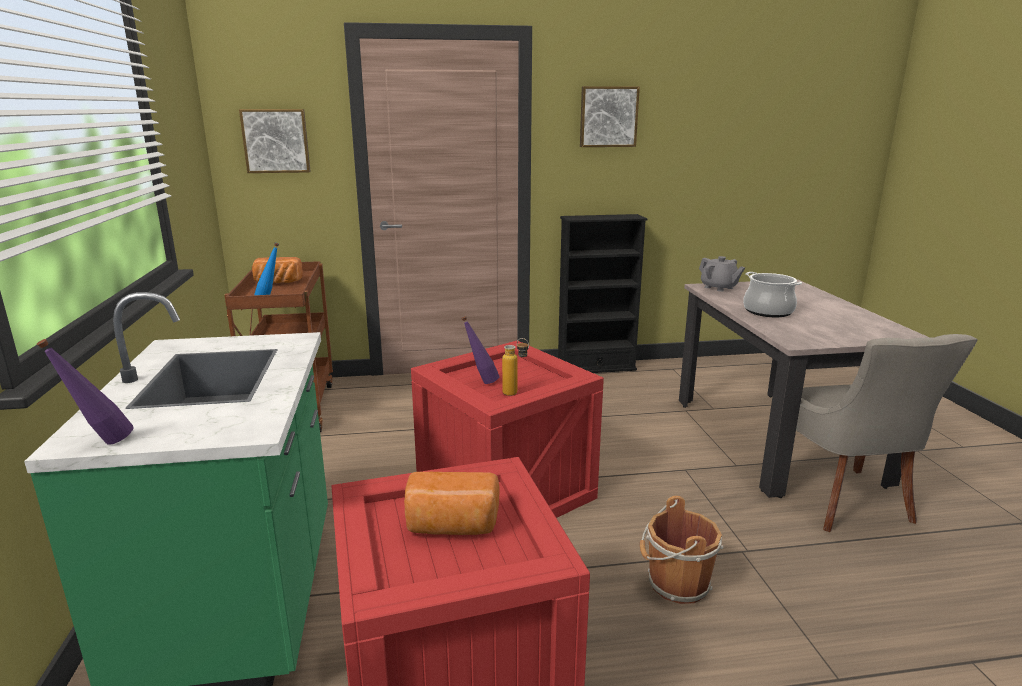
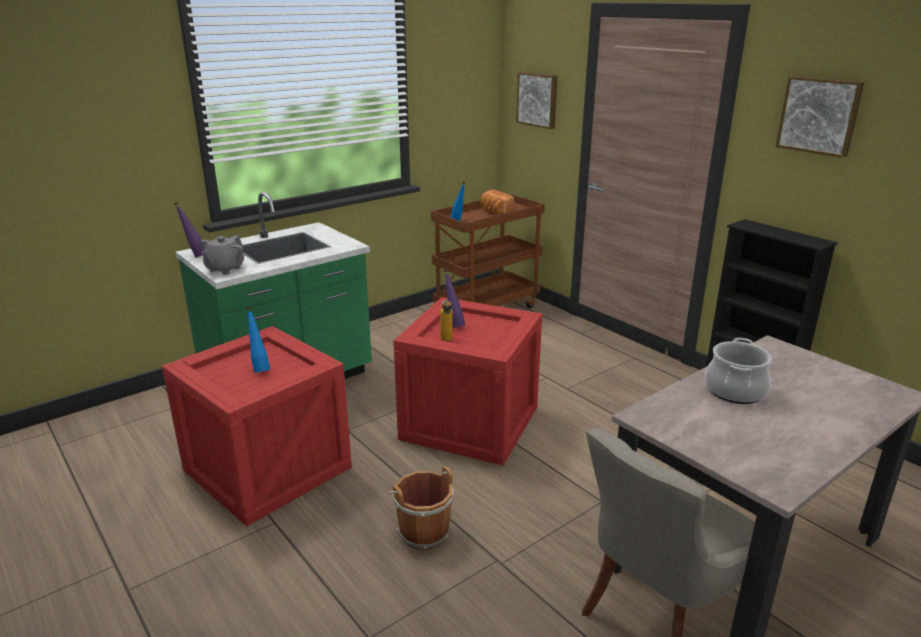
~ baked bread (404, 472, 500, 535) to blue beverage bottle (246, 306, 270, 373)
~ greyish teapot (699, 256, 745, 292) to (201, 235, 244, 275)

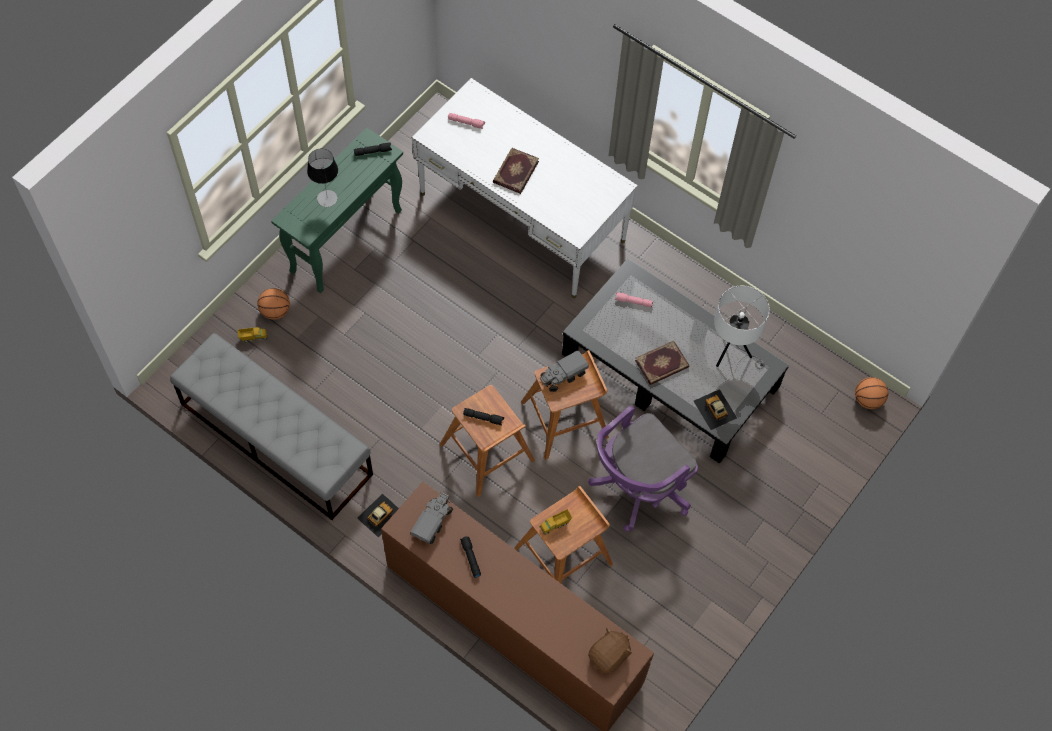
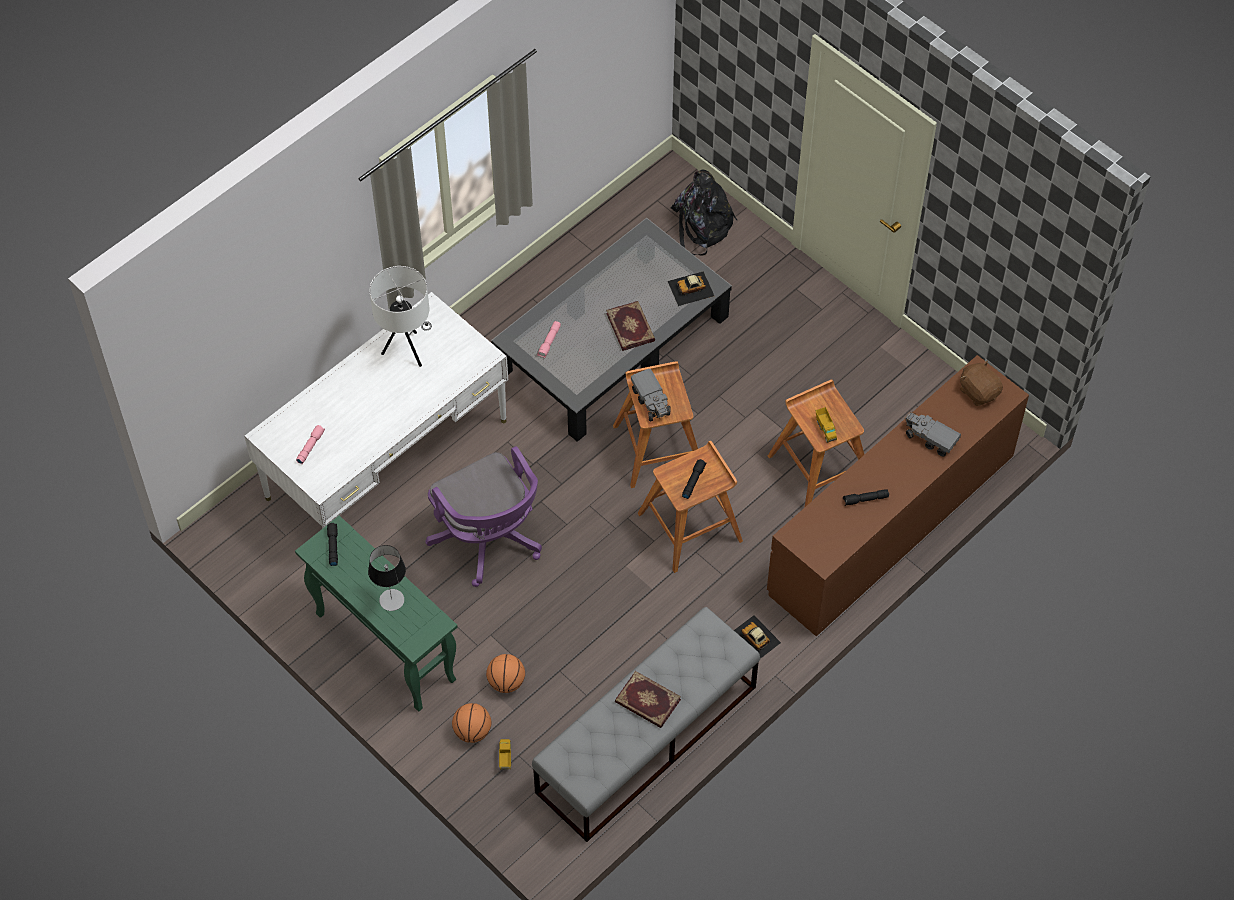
~ model truck (410, 491, 453, 544) to (905, 411, 961, 457)
~ book (493, 148, 539, 194) to (615, 671, 681, 728)
~ purple-coloured office chair (588, 406, 698, 532) to (426, 446, 542, 587)
~ whitish lamp for a table (714, 286, 770, 369) to (369, 266, 432, 367)
~ ball for basketball (855, 377, 888, 409) to (486, 654, 525, 693)
+ black-coloured backpack (671, 169, 738, 255)

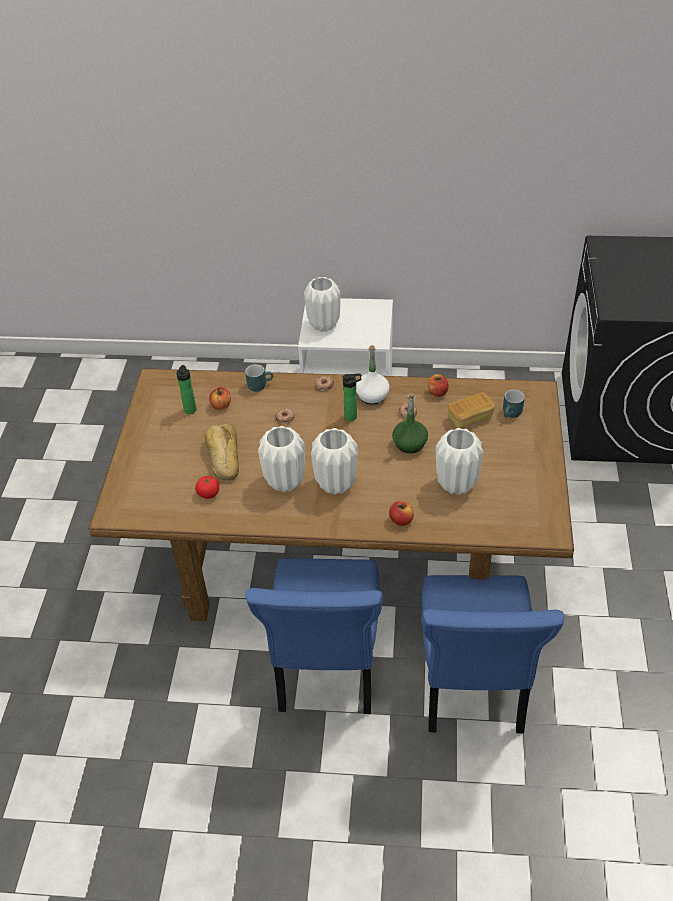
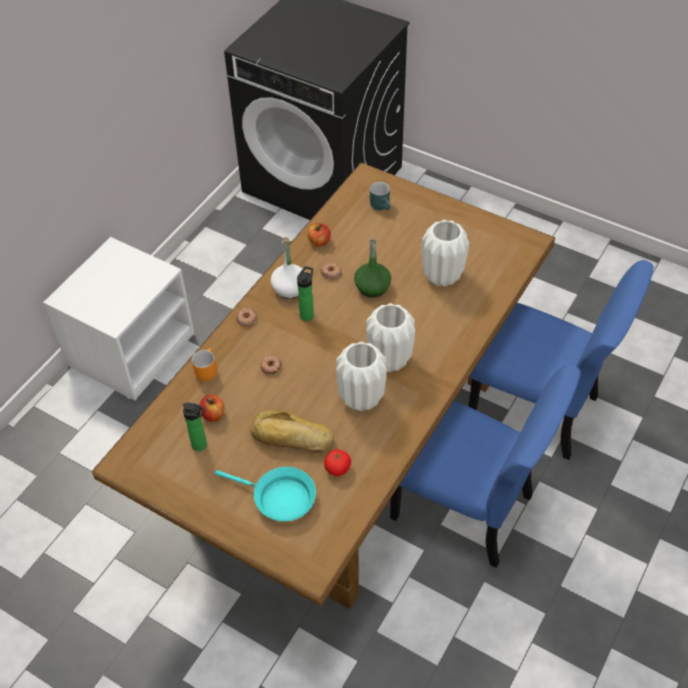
~ turquoise mug (245, 364, 273, 392) to orange mug (192, 348, 217, 382)
- whitish flower vase (304, 277, 341, 332)
- whole apple (389, 501, 414, 526)
- baked bread (448, 392, 495, 428)
+ turquoise pan (215, 467, 316, 521)

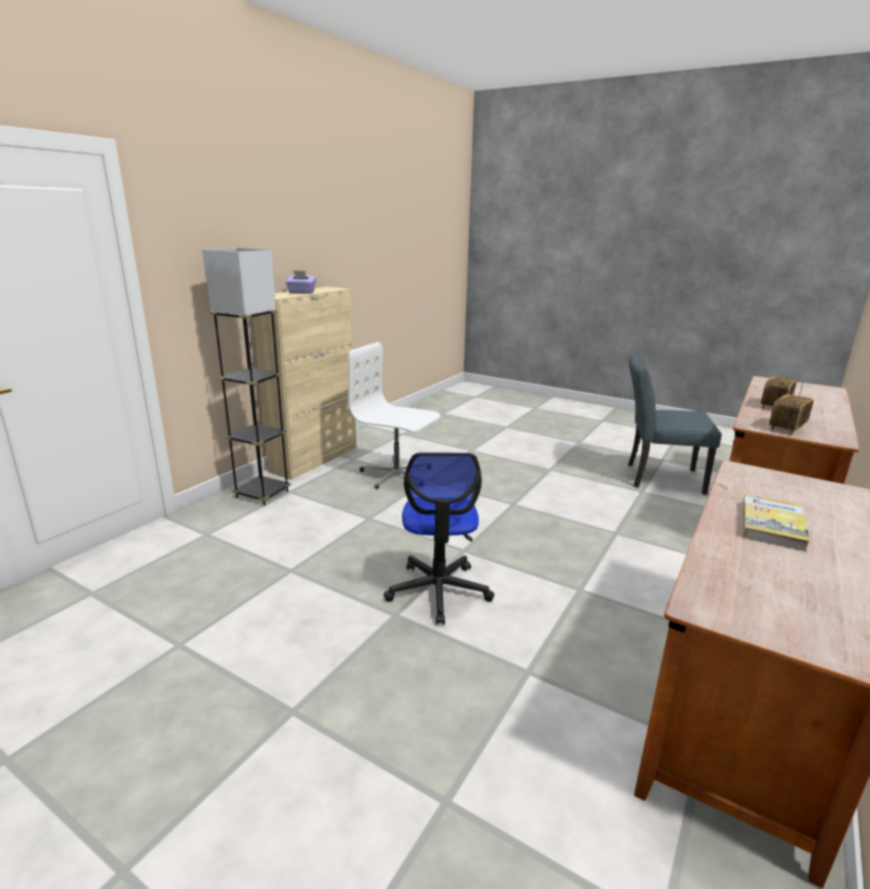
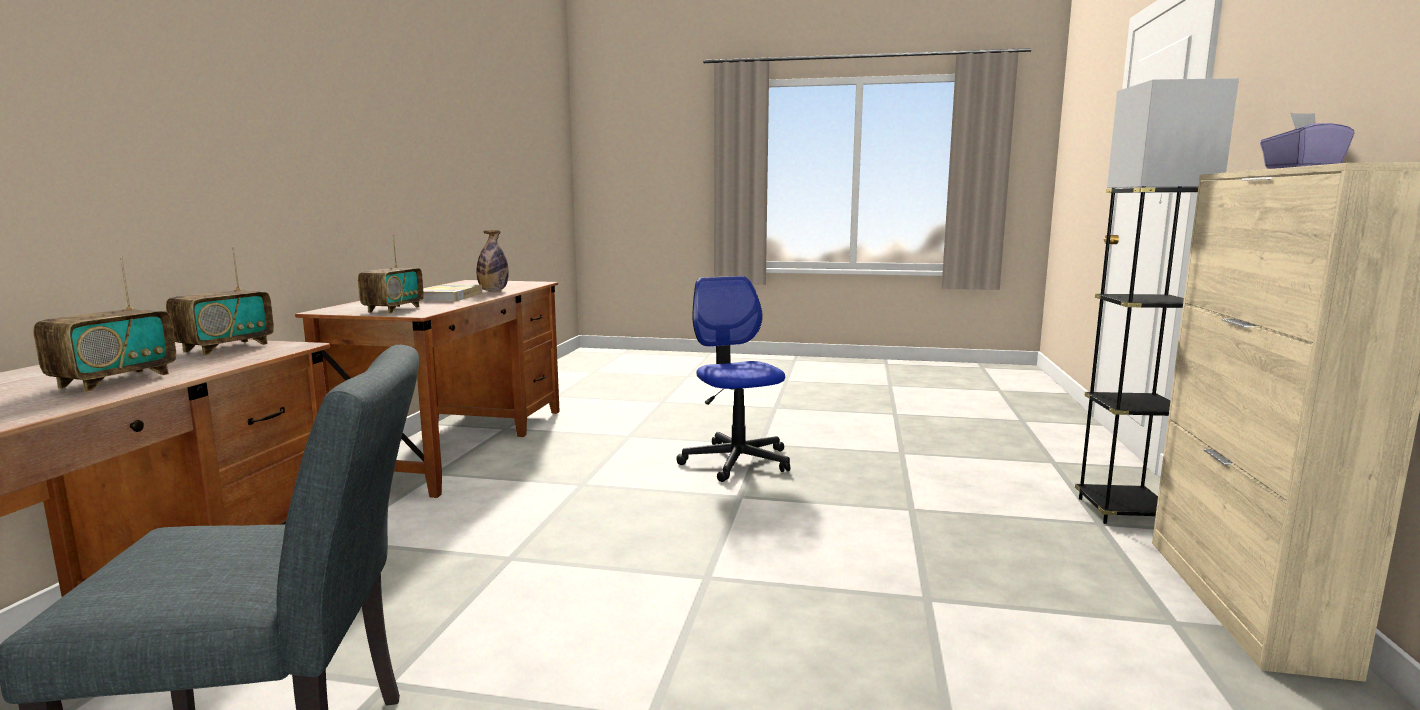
- whitish office chair (348, 342, 440, 489)
+ radio (358, 235, 424, 314)
+ beverage bottle (477, 230, 509, 291)

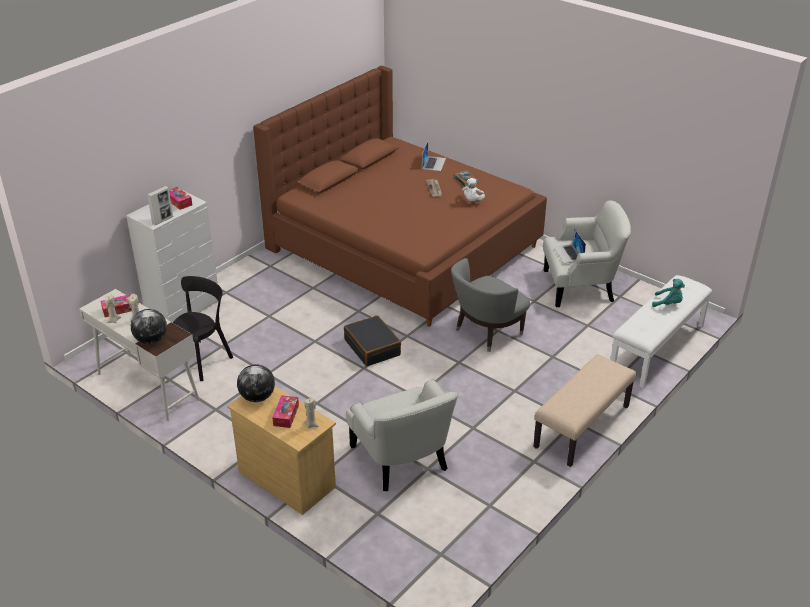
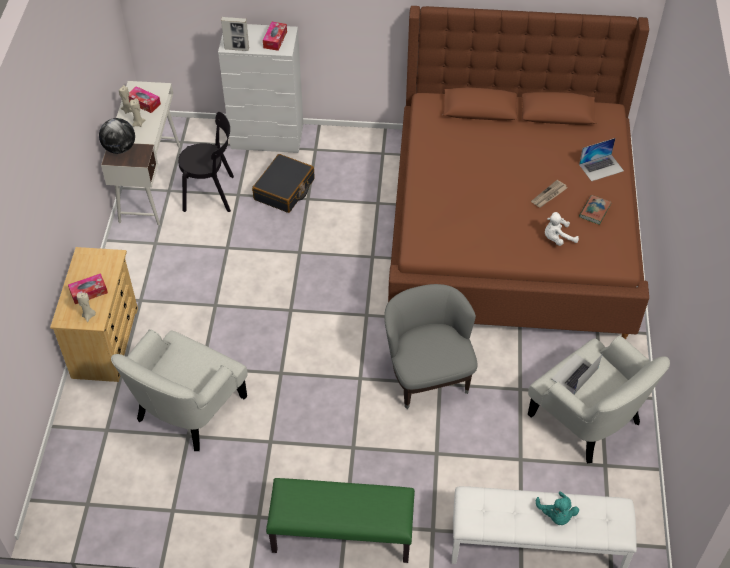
- globe (237, 364, 275, 402)
~ black-coloured suitcase (344, 315, 401, 366) to (252, 154, 314, 213)
~ greyish easy chair (451, 258, 530, 352) = (384, 284, 478, 409) 60 degrees clockwise
~ beige long seat (533, 354, 637, 467) to greenish long seat (266, 478, 415, 563)

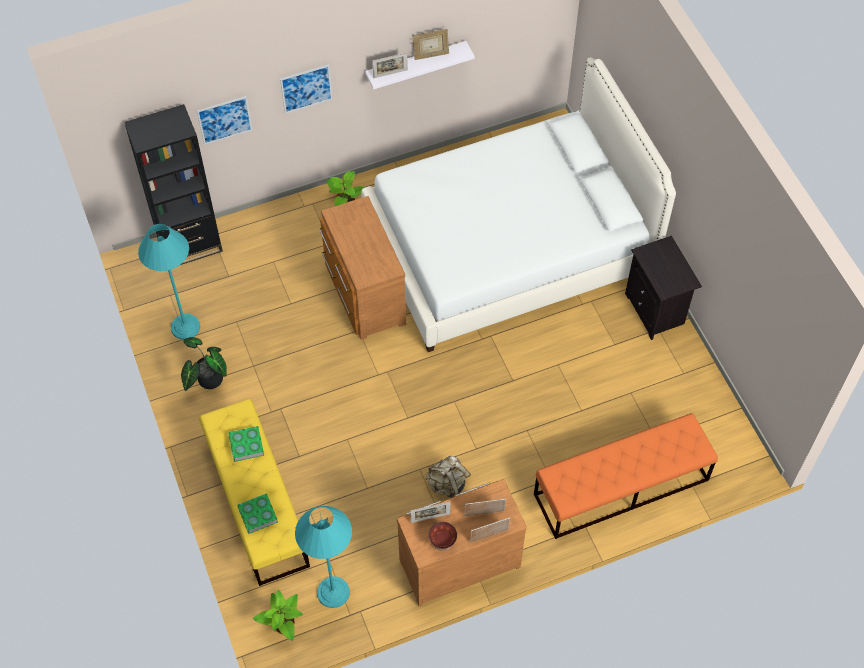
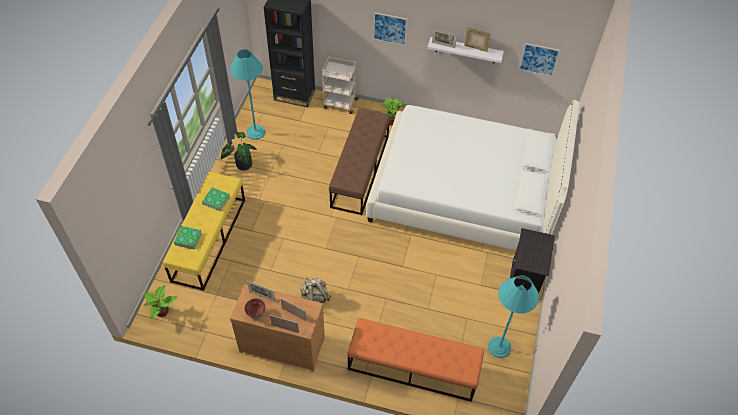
~ wall art (197, 96, 252, 145) to (519, 43, 560, 77)
~ turquoise floor lamp (295, 506, 352, 608) to (488, 275, 539, 358)
~ brown dresser (319, 196, 406, 340) to brown long seat (329, 108, 391, 215)
+ beige cart (322, 56, 359, 114)

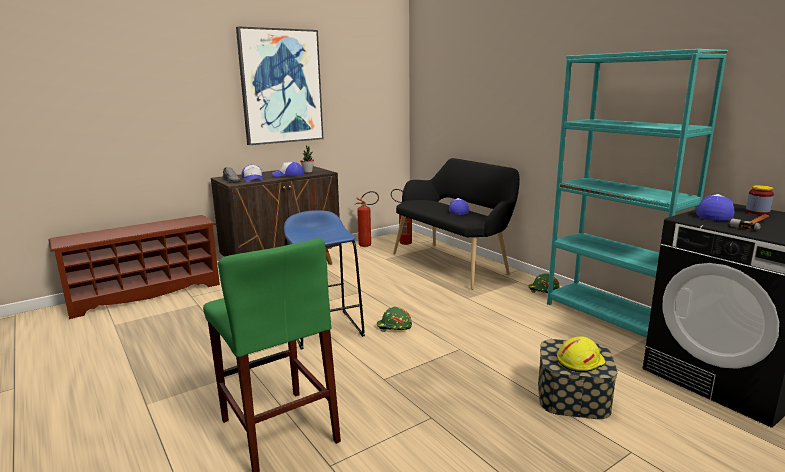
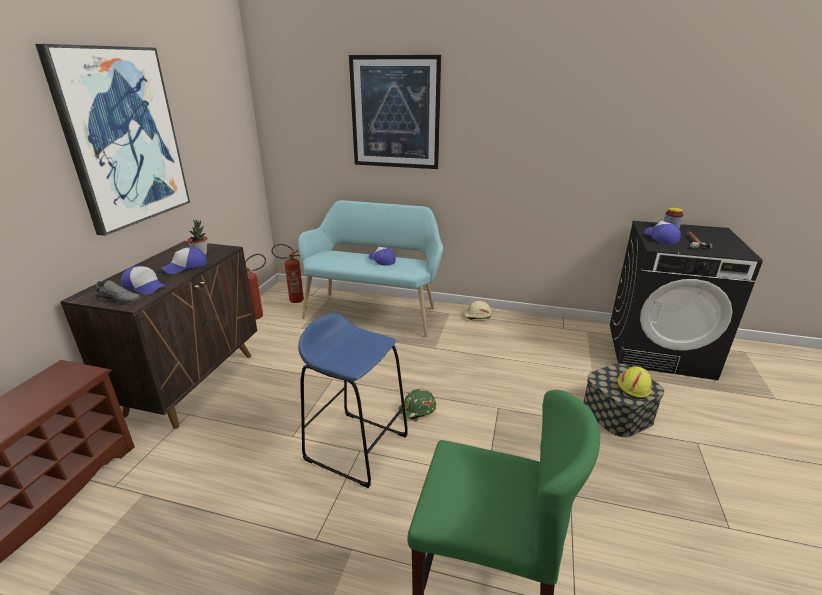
~ black-coloured long seat (393, 158, 520, 290) to turquoise long seat (299, 200, 443, 337)
~ greenish work helmet (528, 273, 560, 293) to beige work helmet (463, 301, 492, 321)
- turquoise shelving unit (547, 49, 728, 338)
+ wall art (349, 55, 441, 169)

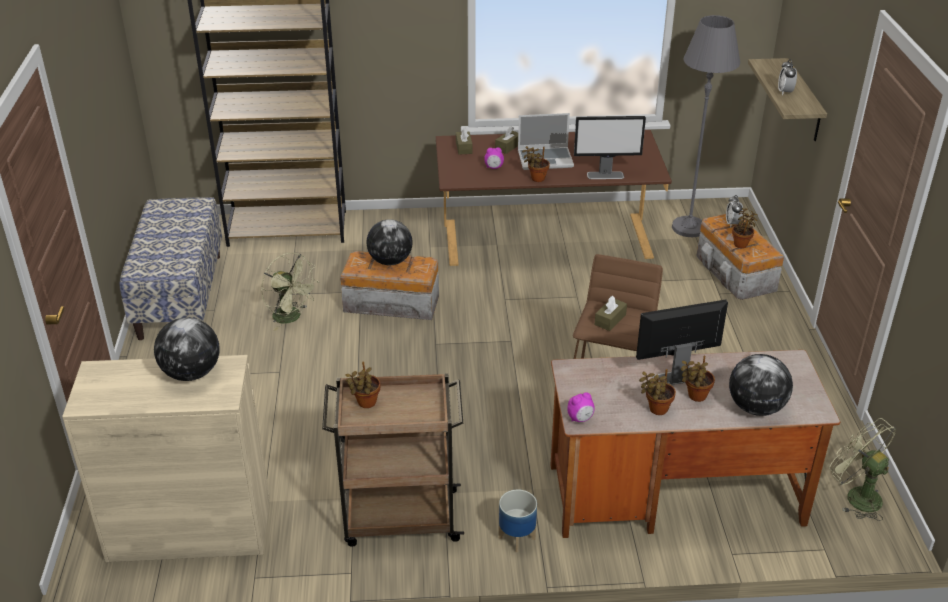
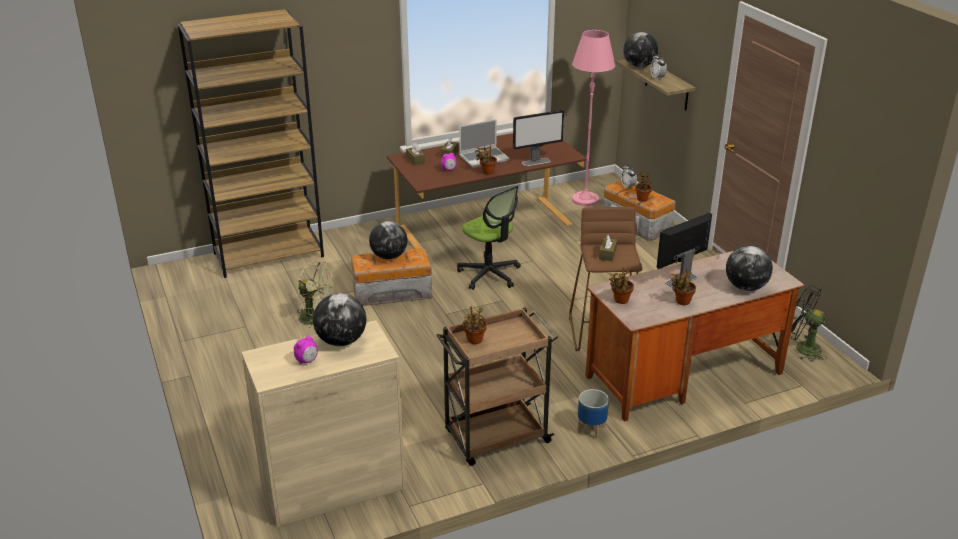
- long seat (119, 197, 222, 340)
~ bedside clock (567, 392, 595, 422) to (294, 336, 318, 364)
~ greyish floor lamp (672, 15, 740, 237) to pinkish floor lamp (572, 30, 615, 206)
~ houseplant (681, 356, 715, 402) to (609, 267, 634, 304)
~ greenish fan (829, 418, 896, 521) to black-coloured fan (790, 285, 827, 362)
+ office chair (457, 186, 521, 290)
+ globe (623, 32, 658, 67)

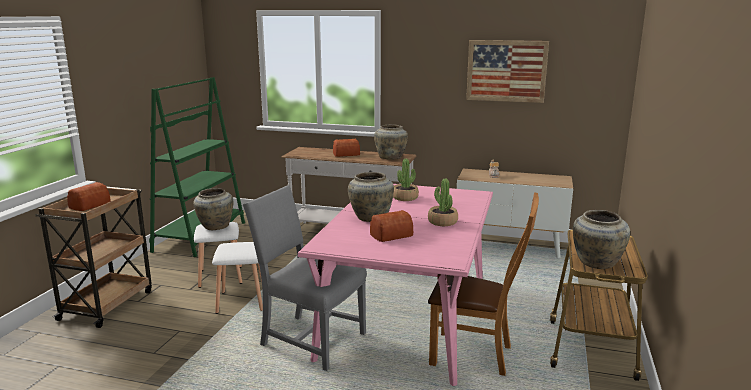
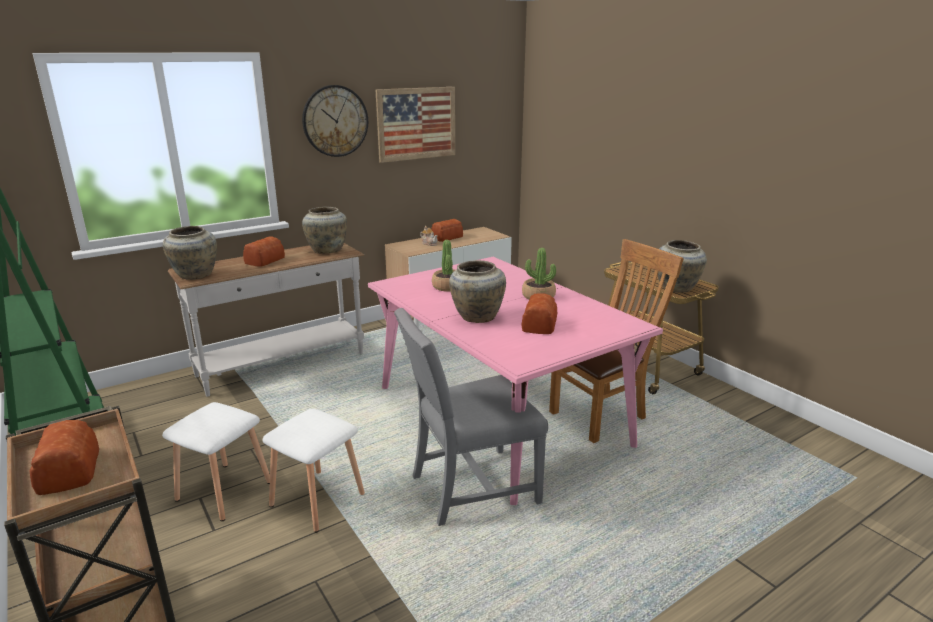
~ beige flower vase (193, 188, 233, 230) to (163, 226, 217, 280)
+ wall clock (302, 85, 368, 157)
+ baked bread (431, 219, 463, 242)

